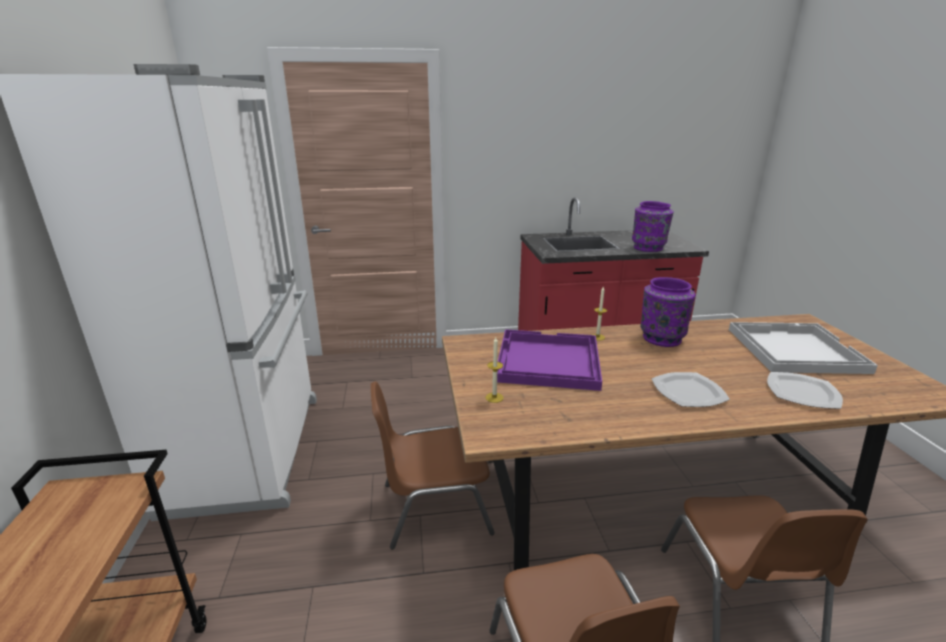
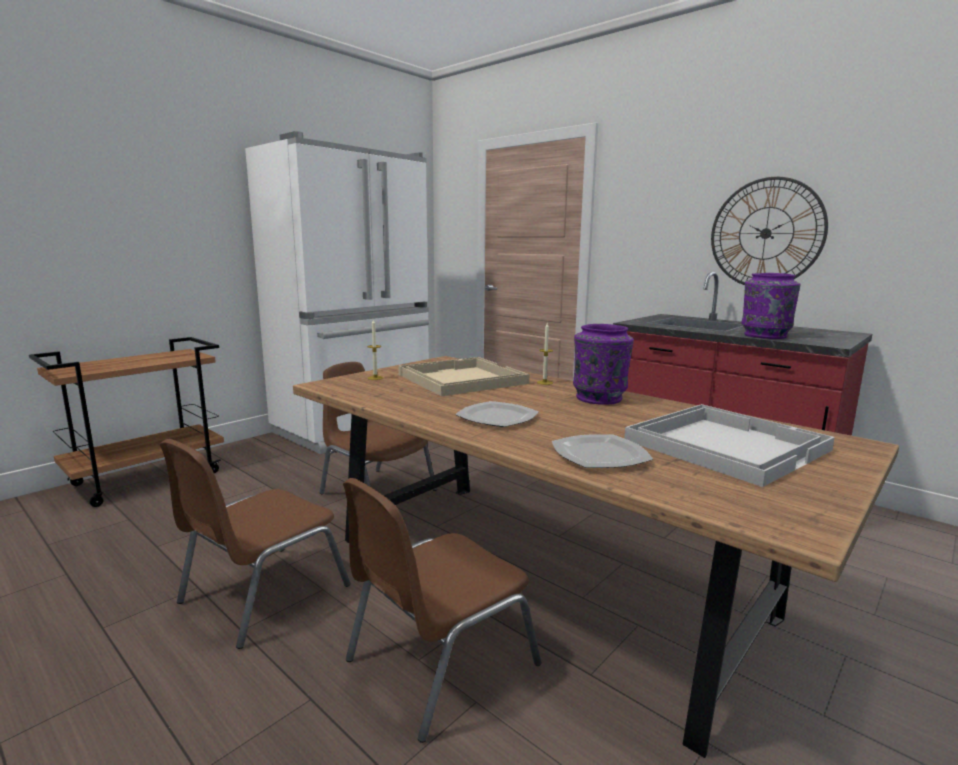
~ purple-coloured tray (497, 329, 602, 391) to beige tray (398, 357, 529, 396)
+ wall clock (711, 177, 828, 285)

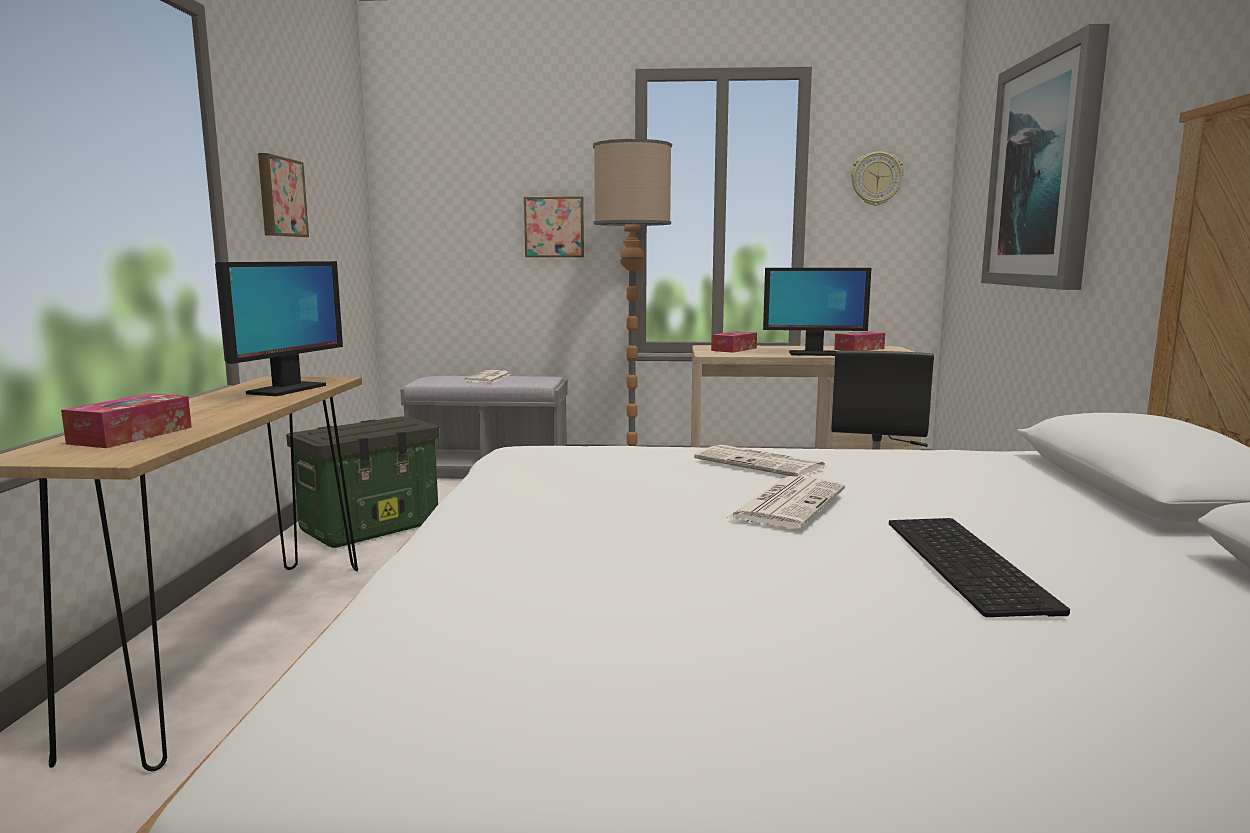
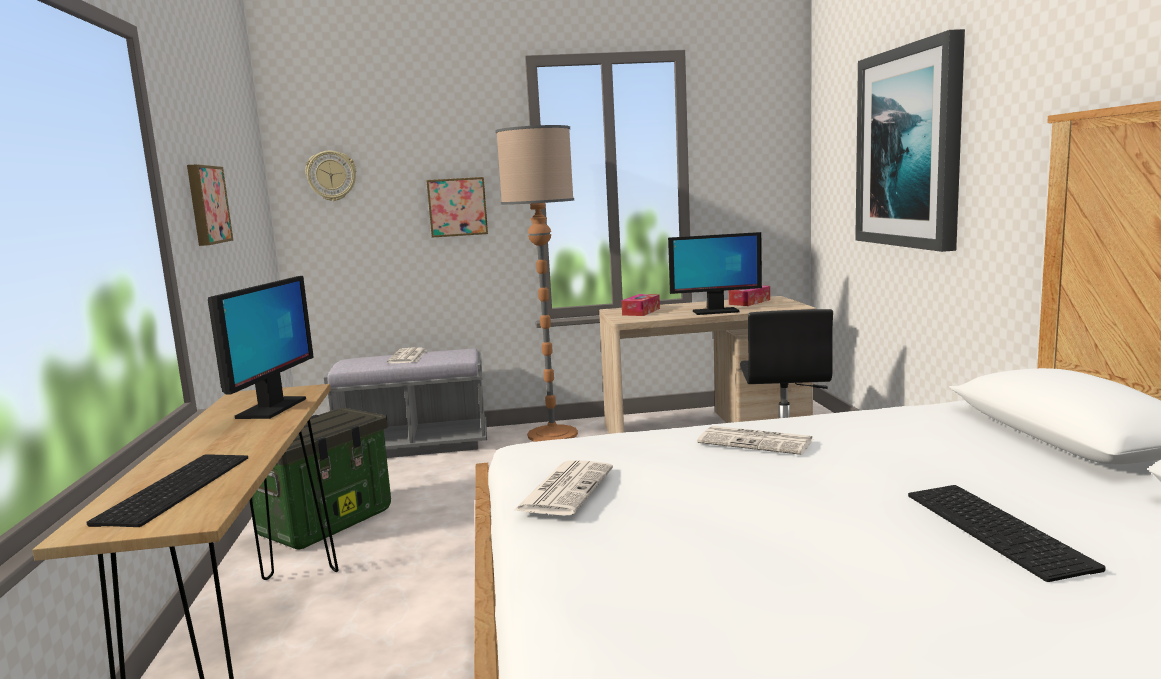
~ box of tissues (61, 393, 192, 448) to keyboard (87, 454, 248, 527)
~ newspaper (727, 476, 845, 528) to (513, 461, 613, 515)
~ wall clock (851, 152, 904, 206) to (305, 151, 356, 201)

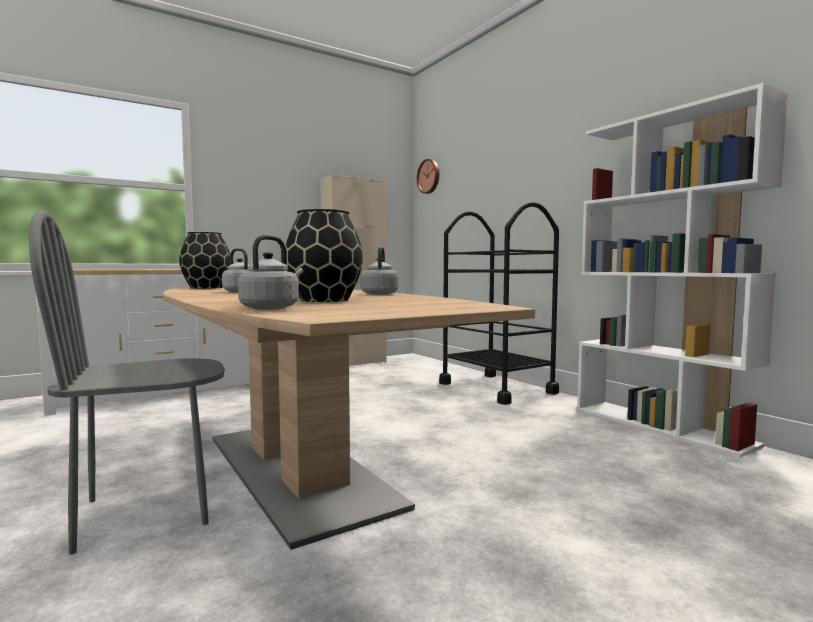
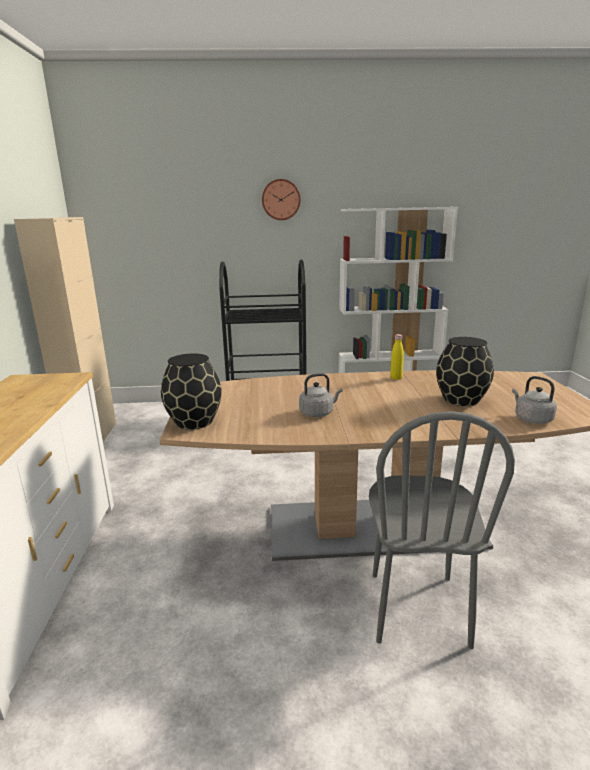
~ greyish tea kettle (361, 246, 399, 295) to yellow beverage bottle (390, 334, 404, 380)
~ wall clock (417, 159, 439, 194) to (262, 179, 301, 220)

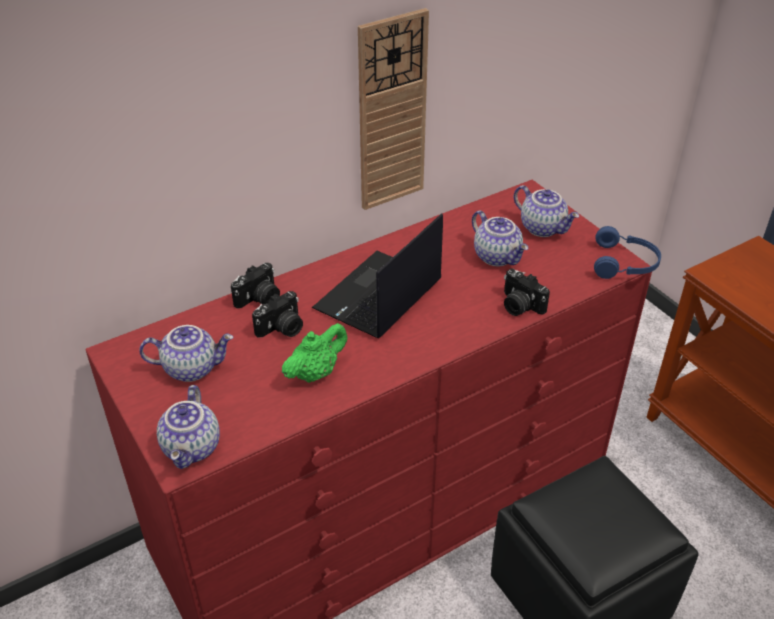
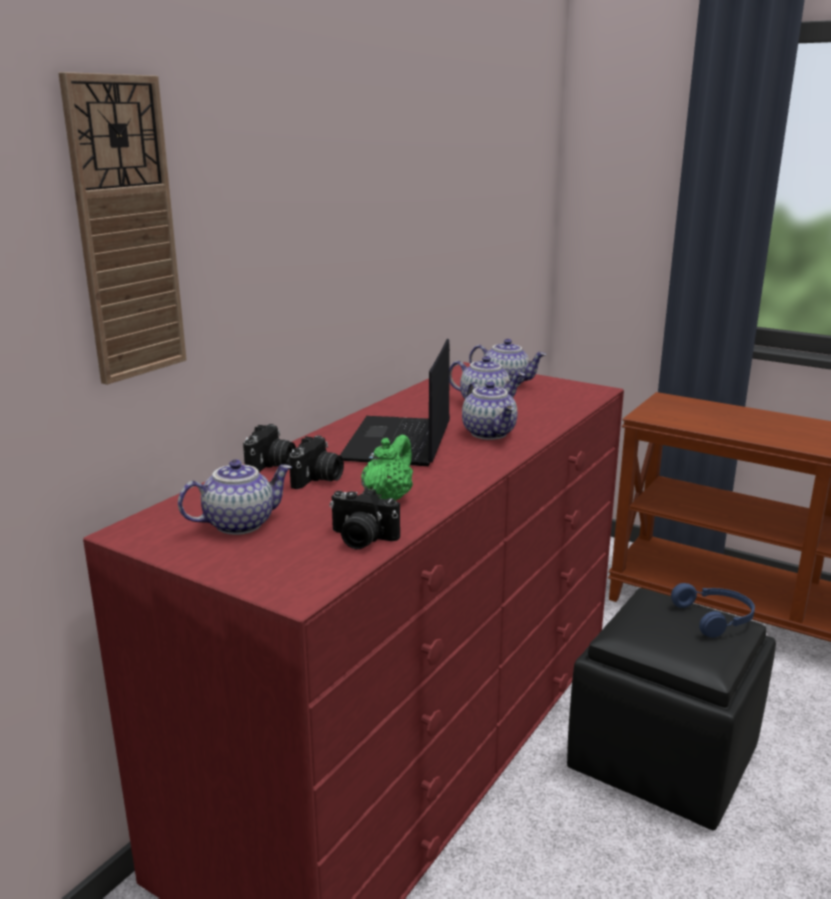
~ teapot (157, 385, 220, 469) to (462, 381, 517, 440)
~ wall clock (358, 8, 429, 210) to (58, 72, 187, 385)
~ photo camera (504, 269, 550, 316) to (330, 488, 400, 549)
~ blue headphones (594, 226, 661, 279) to (671, 583, 755, 638)

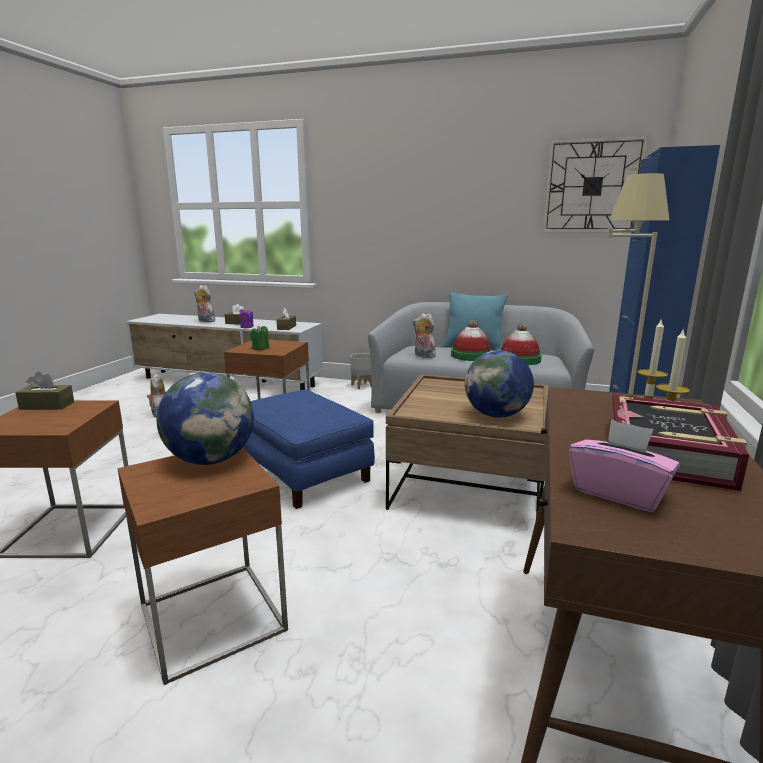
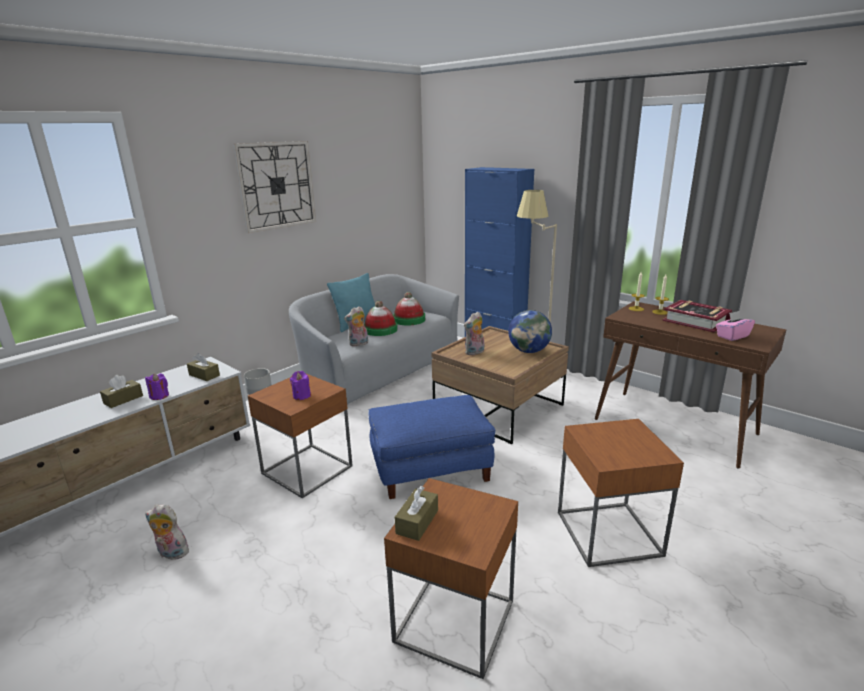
- globe (157, 372, 254, 465)
~ plush toy (194, 285, 215, 323) to (464, 312, 484, 355)
~ greenish wax light (250, 325, 269, 350) to purple-coloured wax light (290, 371, 311, 400)
~ wall clock (543, 136, 648, 233) to (233, 141, 316, 233)

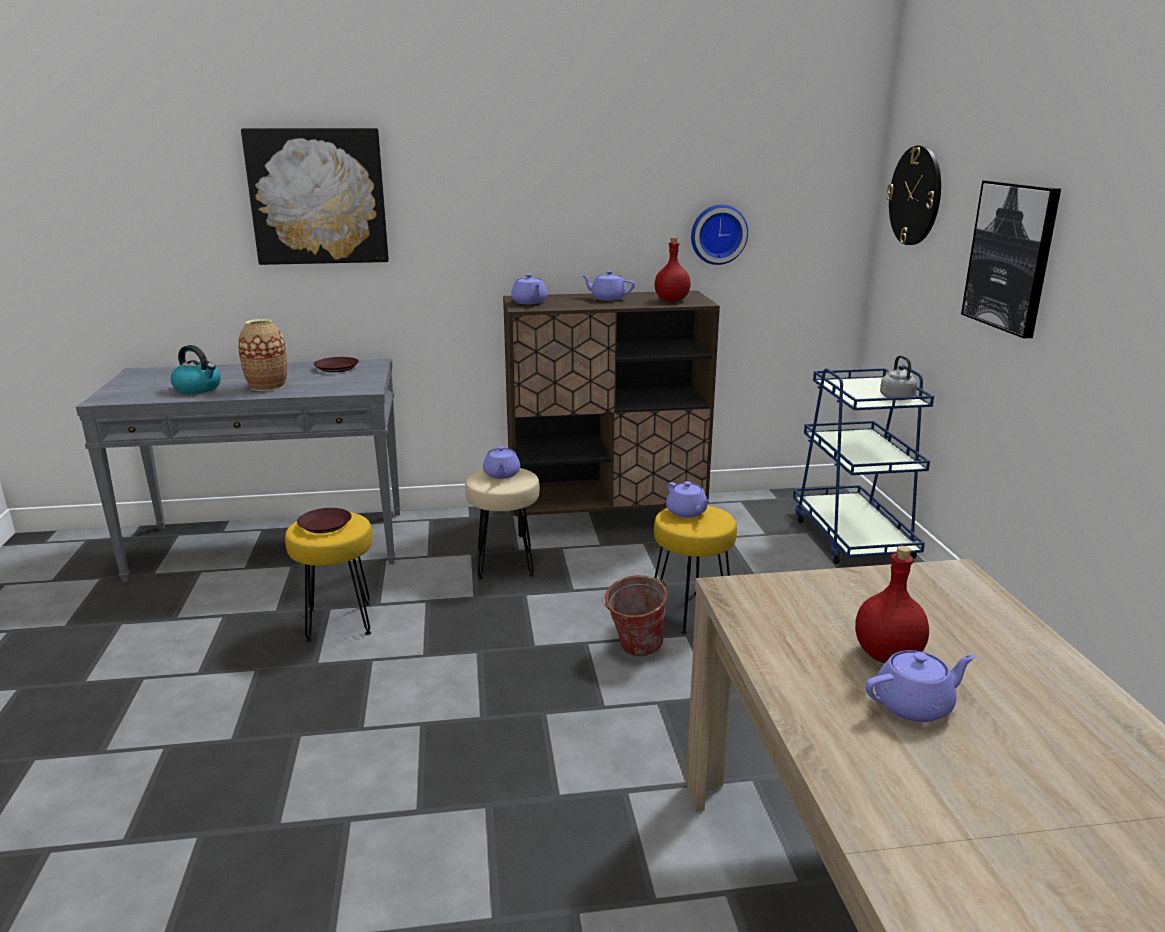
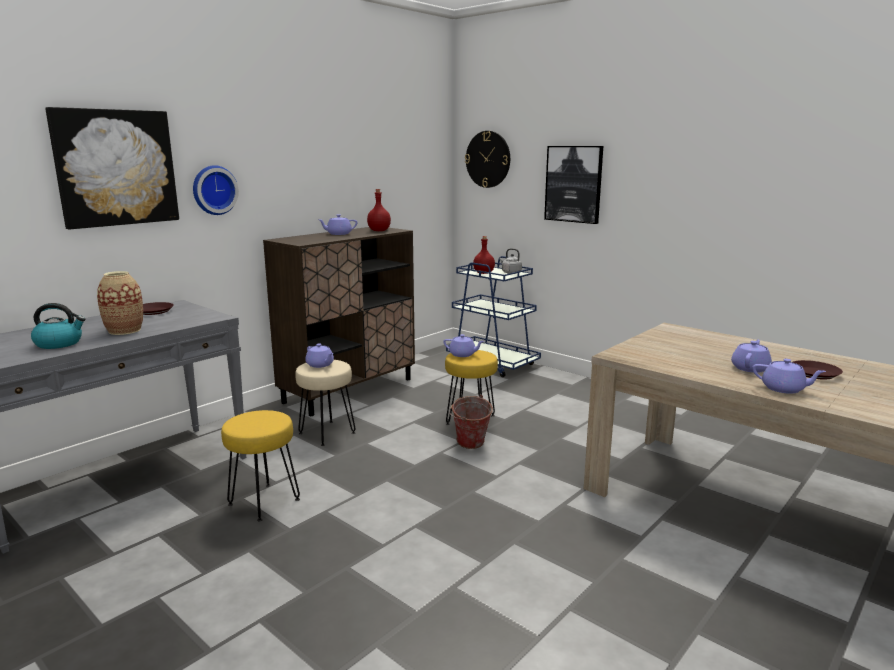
~ brown dinner plate (297, 508, 352, 533) to (793, 360, 843, 379)
~ purple-coloured teapot (511, 274, 547, 304) to (752, 359, 826, 394)
~ wall clock (691, 205, 748, 265) to (193, 165, 239, 215)
~ reddish beverage bottle (855, 546, 929, 663) to (473, 236, 495, 274)

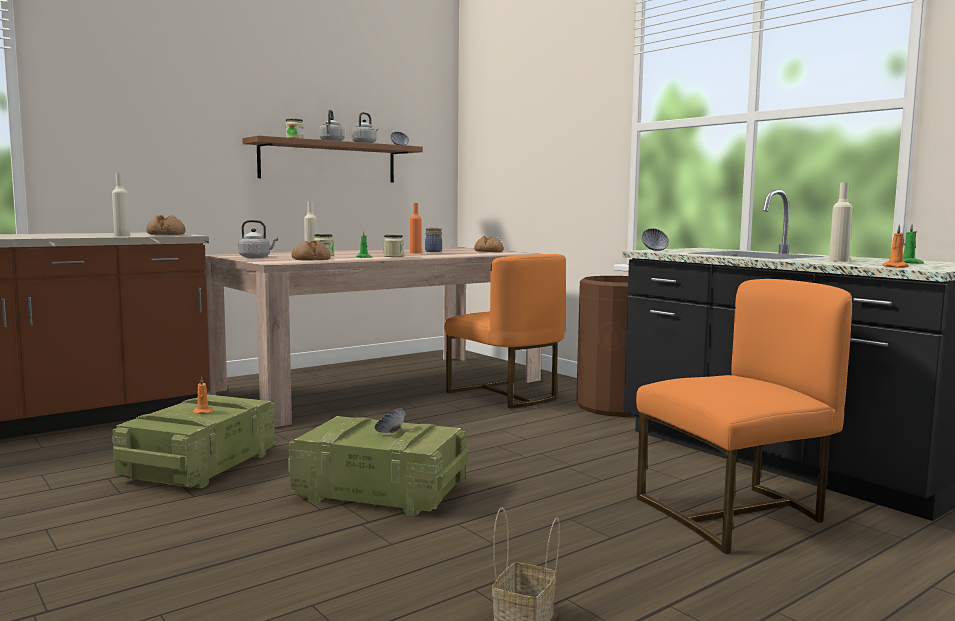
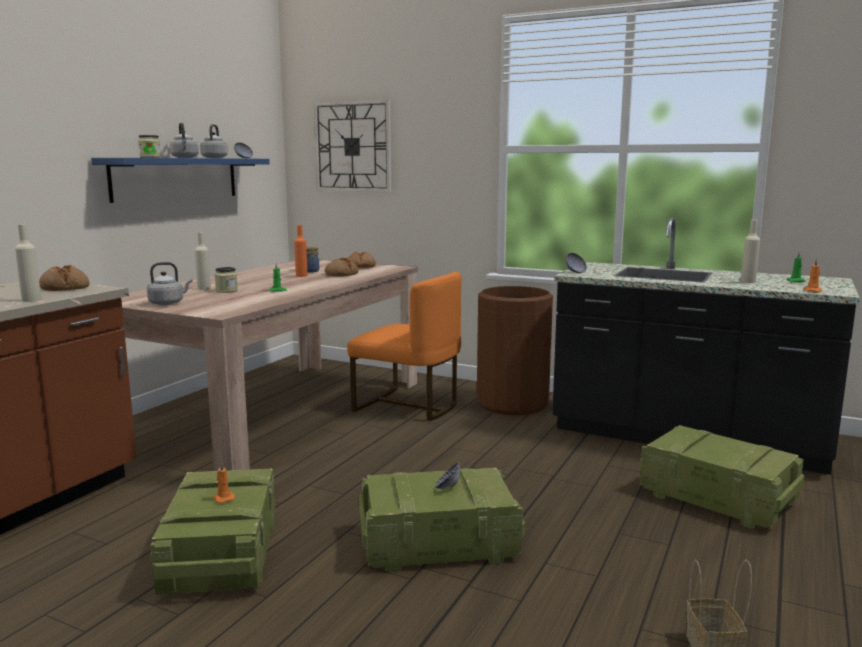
~ brown shelf (242, 136, 423, 183) to blue shelf (91, 158, 270, 203)
~ baked bread (292, 240, 330, 261) to (325, 258, 358, 277)
- jar (383, 235, 404, 257)
~ orange upright chair (636, 279, 852, 554) to packing crate (639, 425, 804, 528)
+ wall clock (314, 100, 391, 192)

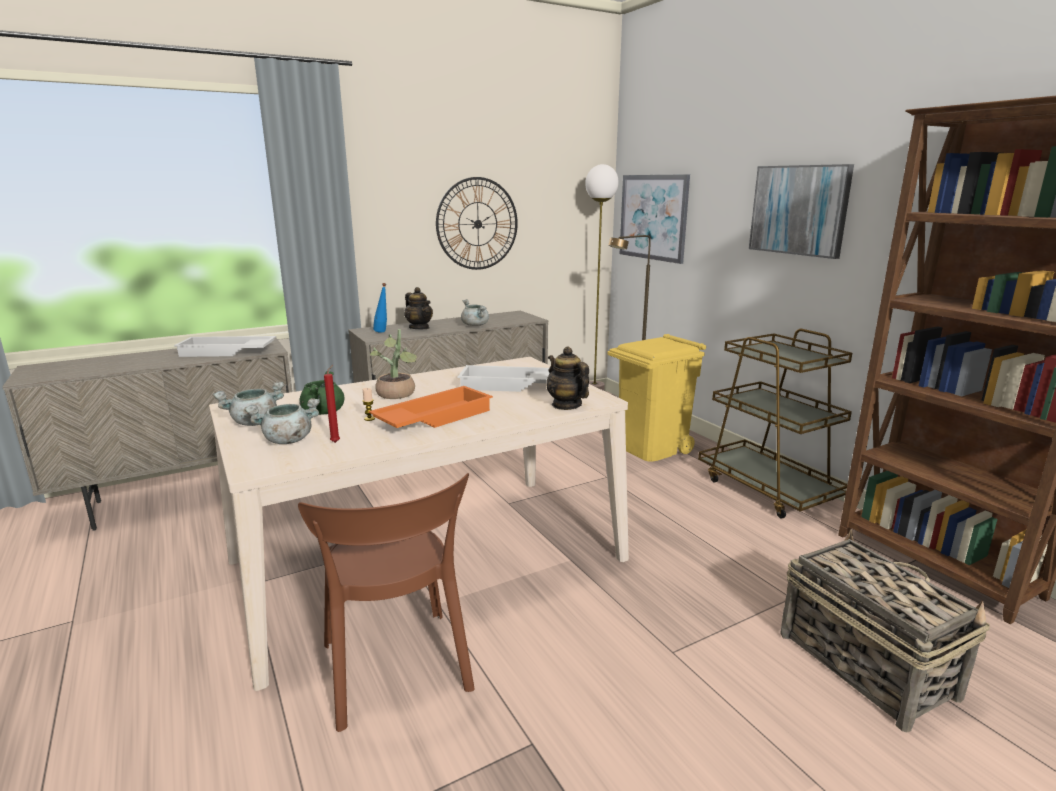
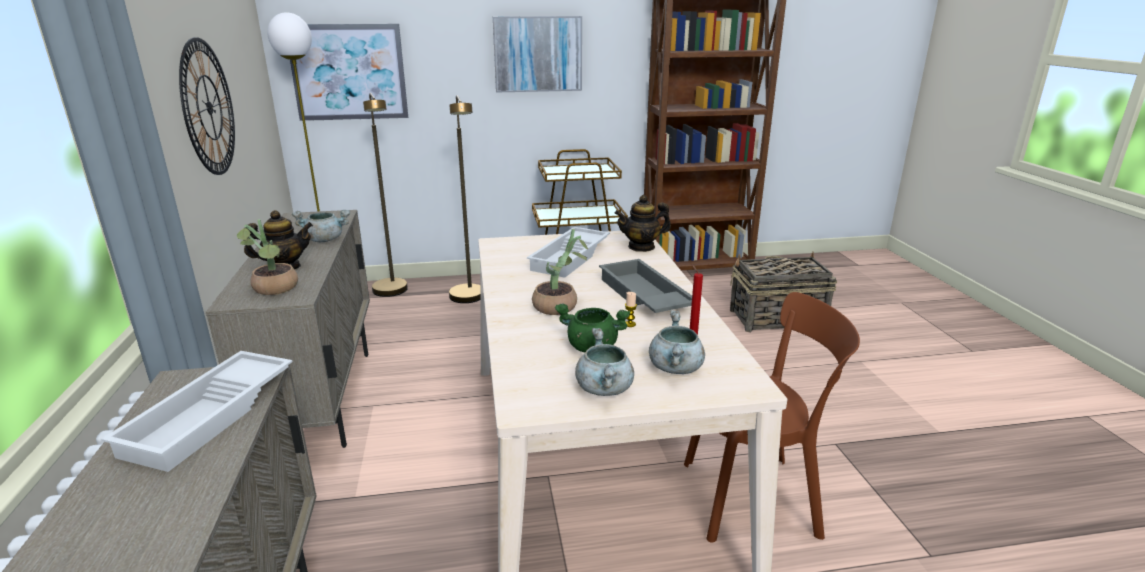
~ orange tray (369, 386, 493, 428) to greyish tray (599, 259, 692, 313)
~ blue beverage bottle (373, 283, 387, 333) to houseplant (237, 219, 298, 295)
~ yellow trash can (608, 334, 706, 462) to brown floor lamp (449, 95, 480, 303)

